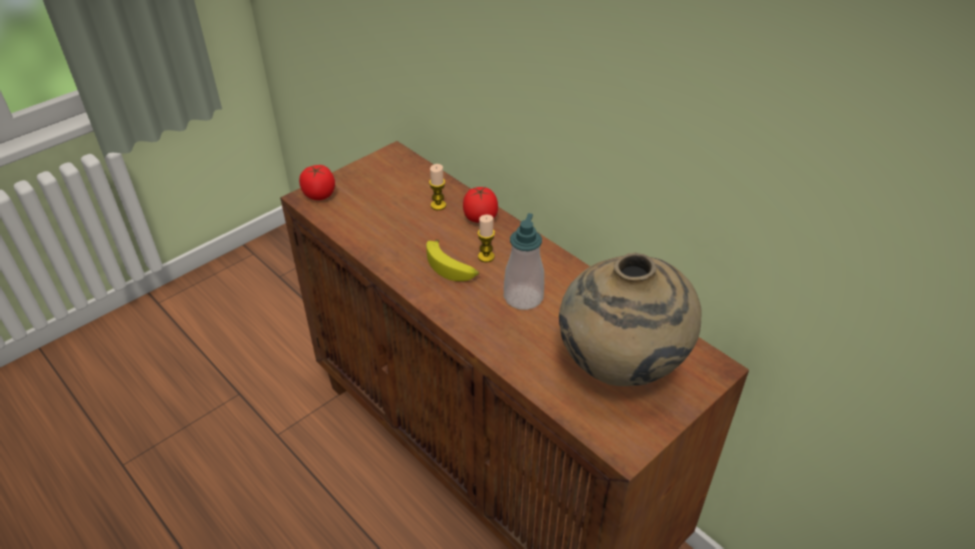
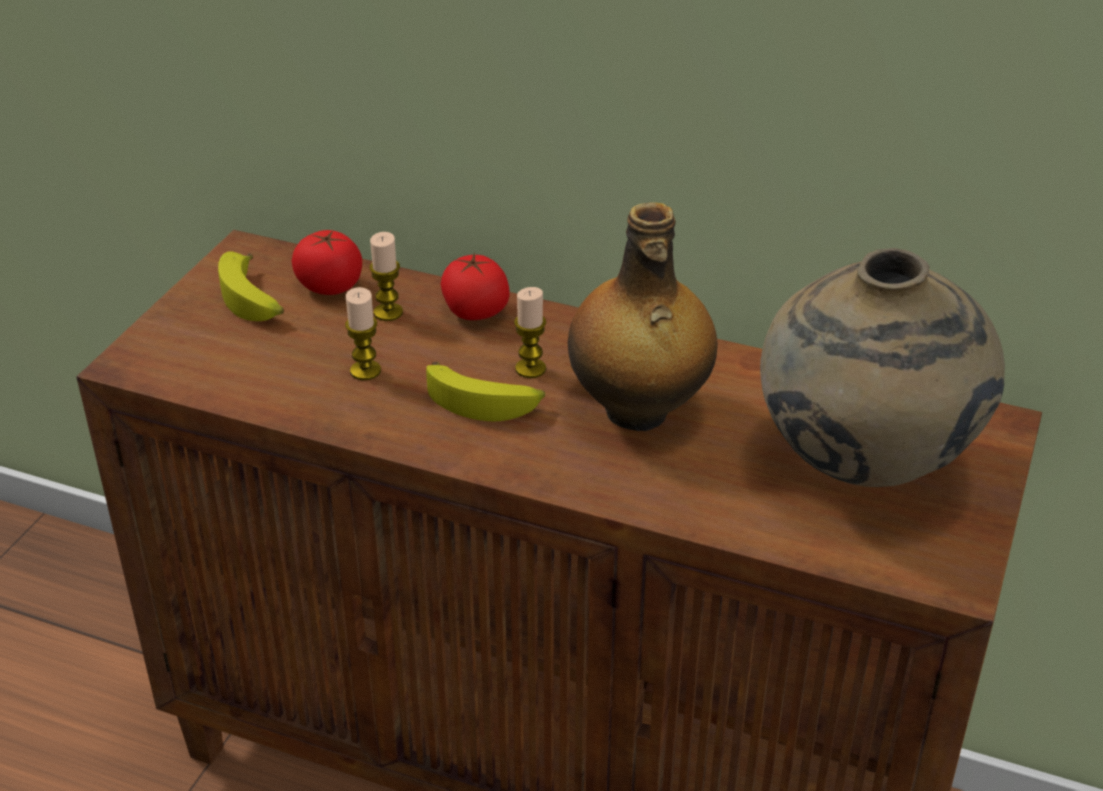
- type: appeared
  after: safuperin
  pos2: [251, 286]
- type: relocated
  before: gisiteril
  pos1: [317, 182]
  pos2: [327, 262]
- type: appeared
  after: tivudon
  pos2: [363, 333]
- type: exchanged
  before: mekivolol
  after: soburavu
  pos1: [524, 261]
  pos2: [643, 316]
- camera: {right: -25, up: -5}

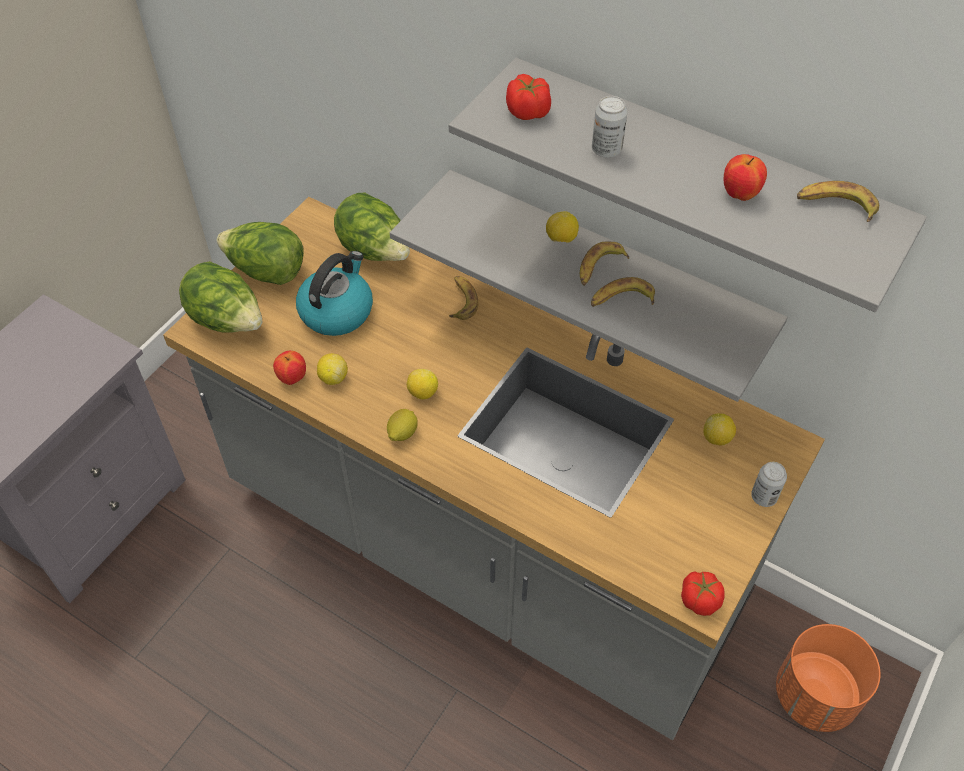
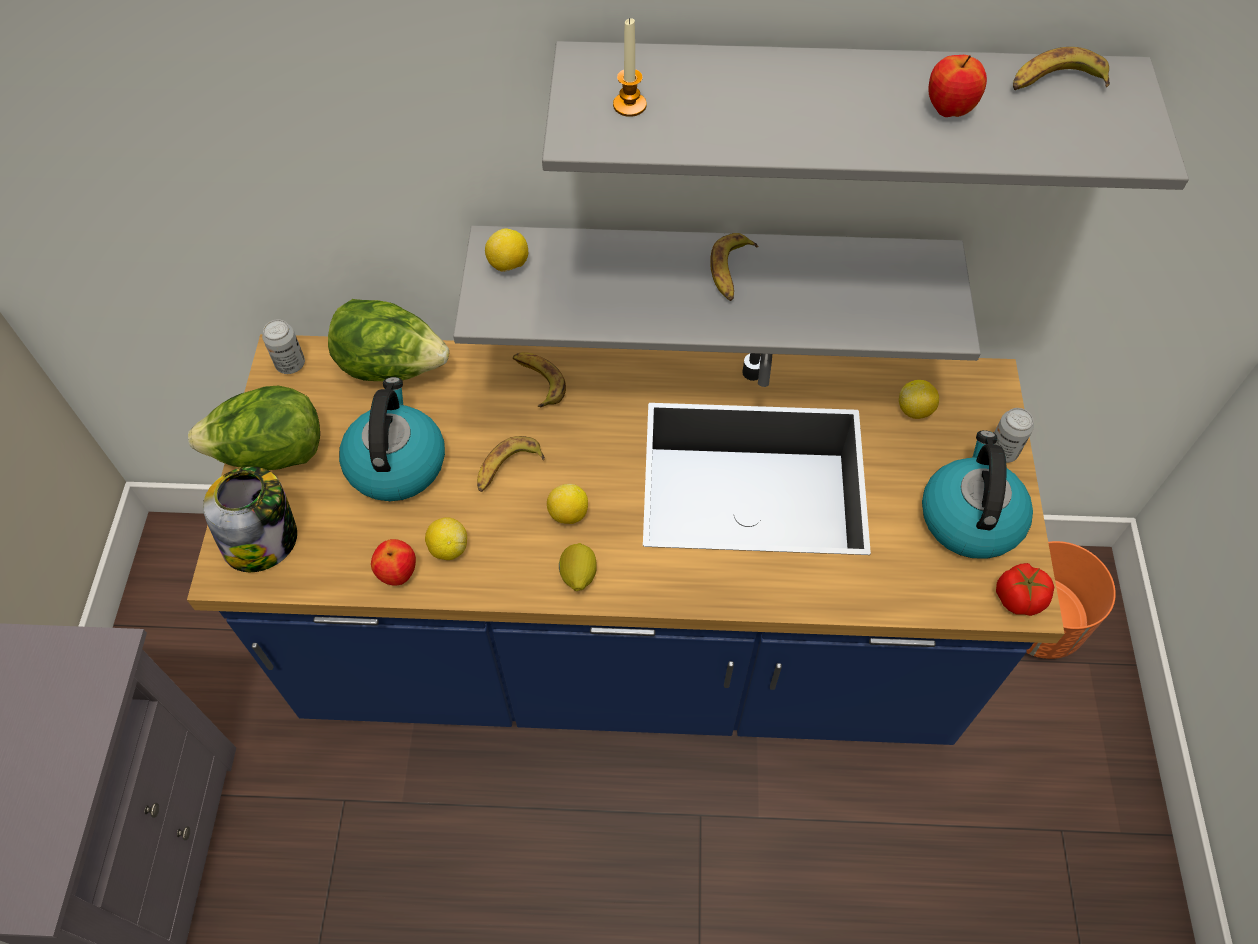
- type: colour
  before: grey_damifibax
  after: blue_damifibax
  pos1: [494, 468]
  pos2: [626, 539]
- type: exchanged
  before: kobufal
  after: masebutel
  pos1: [220, 297]
  pos2: [250, 519]
- type: relocated
  before: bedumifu
  pos1: [609, 127]
  pos2: [283, 346]
- type: relocated
  before: safuperin
  pos1: [623, 292]
  pos2: [511, 464]
- type: relocated
  before: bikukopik
  pos1: [562, 226]
  pos2: [506, 250]
- type: exchanged
  before: gisiteril
  after: tivudon
  pos1: [528, 97]
  pos2: [630, 67]
- type: appeared
  after: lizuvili
  pos2: [977, 494]
- camera: {right: -30, up: 5}

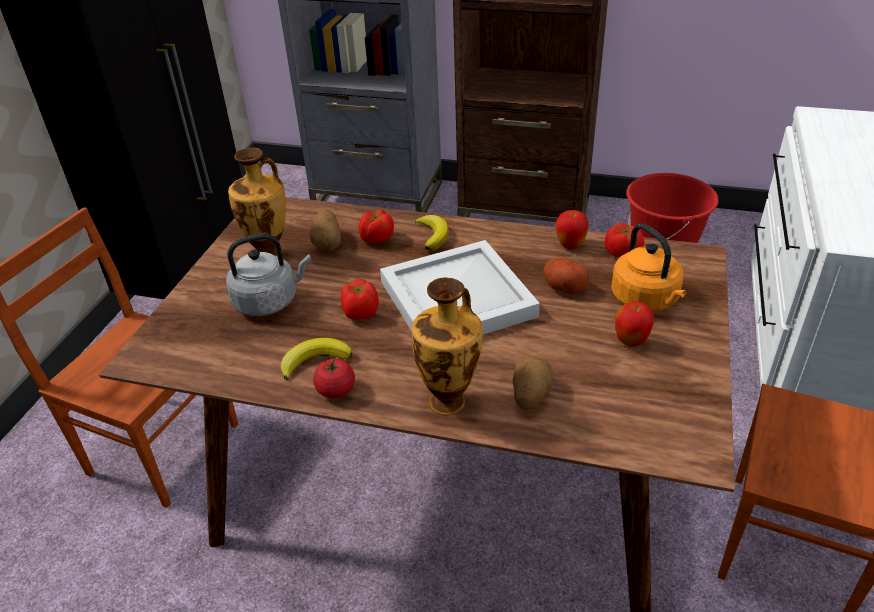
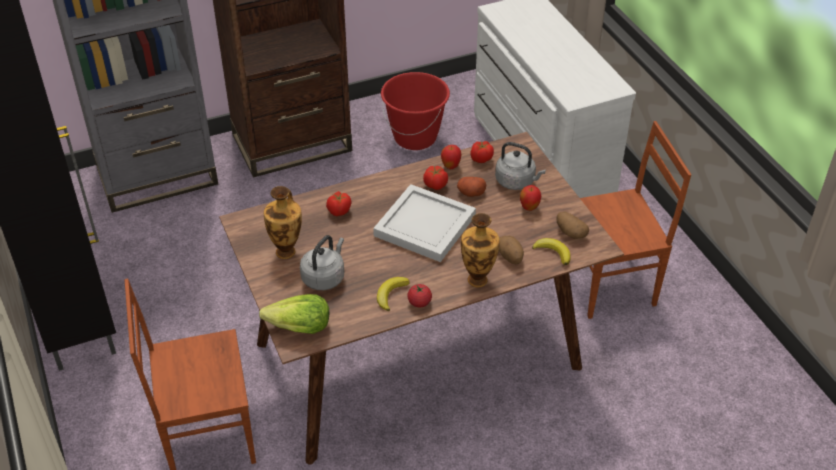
- type: appeared
  after: kobufal
  pos2: [294, 314]
- type: relocated
  before: gisiteril
  pos1: [360, 299]
  pos2: [435, 178]
- type: colour
  before: orange_lizuvili
  after: grey_lizuvili
  pos1: [649, 267]
  pos2: [520, 166]
- type: relocated
  before: safuperin
  pos1: [432, 233]
  pos2: [551, 251]
- type: relocated
  before: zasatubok
  pos1: [325, 230]
  pos2: [572, 225]
- camera: {right: -40, up: 5}

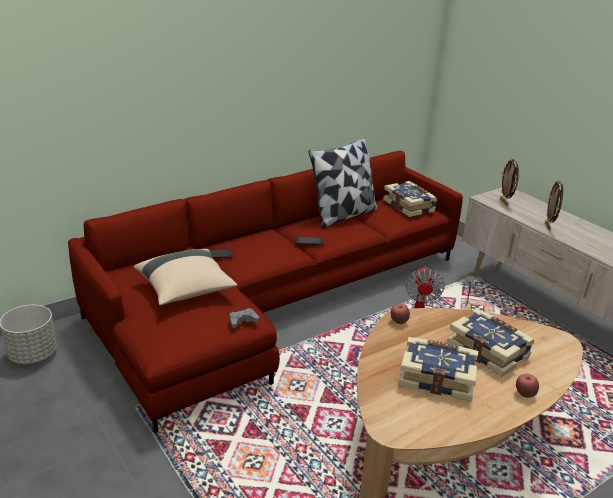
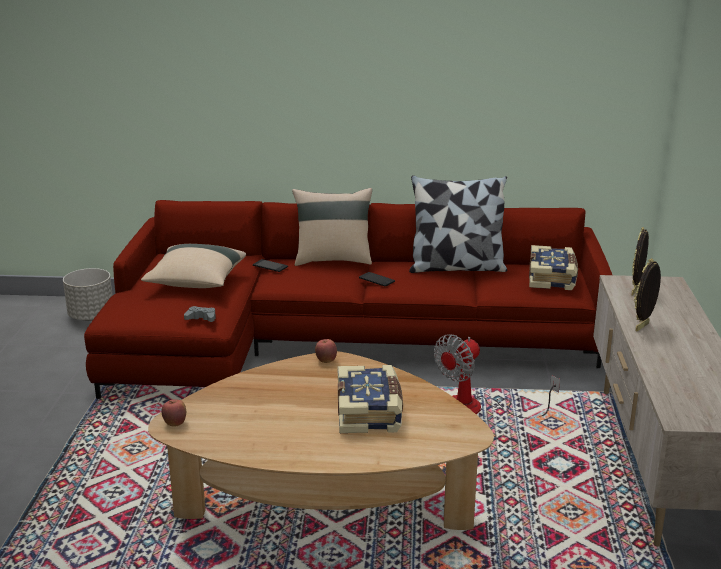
- type: relocated
  before: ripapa
  pos1: [527, 386]
  pos2: [174, 412]
- type: appeared
  after: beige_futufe
  pos2: [332, 227]
- type: missing
  before: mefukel
  pos1: [438, 369]
- camera: {right: 40, up: -5}

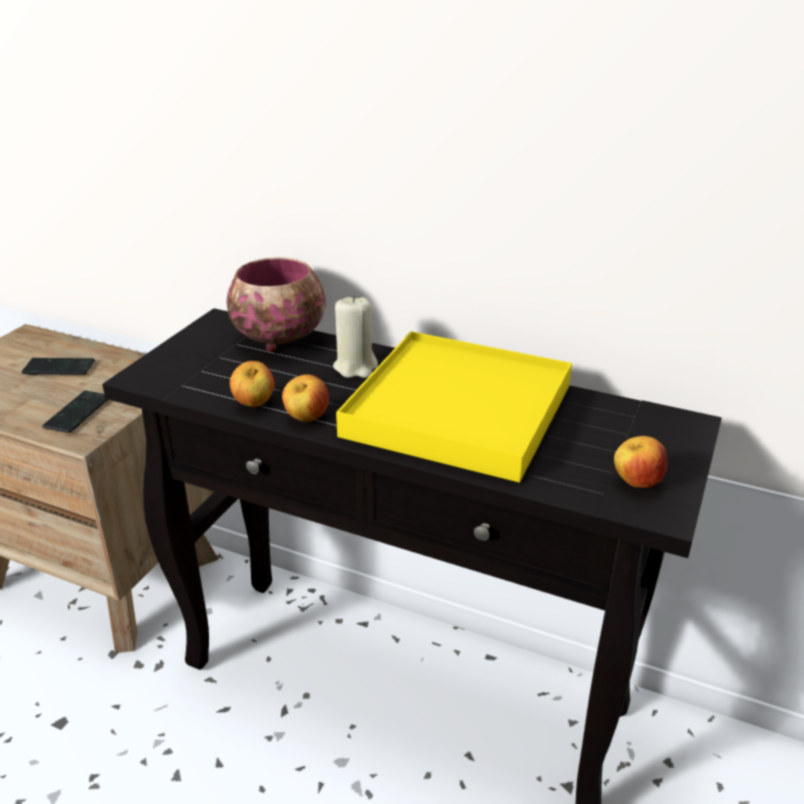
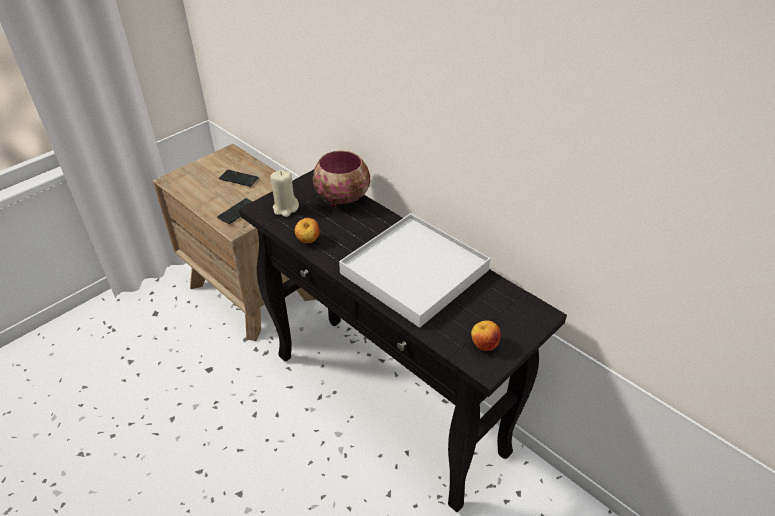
- type: relocated
  before: beige_tivudon
  pos1: [355, 336]
  pos2: [284, 193]
- type: colour
  before: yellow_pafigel
  after: white_pafigel
  pos1: [454, 407]
  pos2: [415, 270]
- type: missing
  before: ripapa
  pos1: [305, 398]
- camera: {right: 20, up: 10}

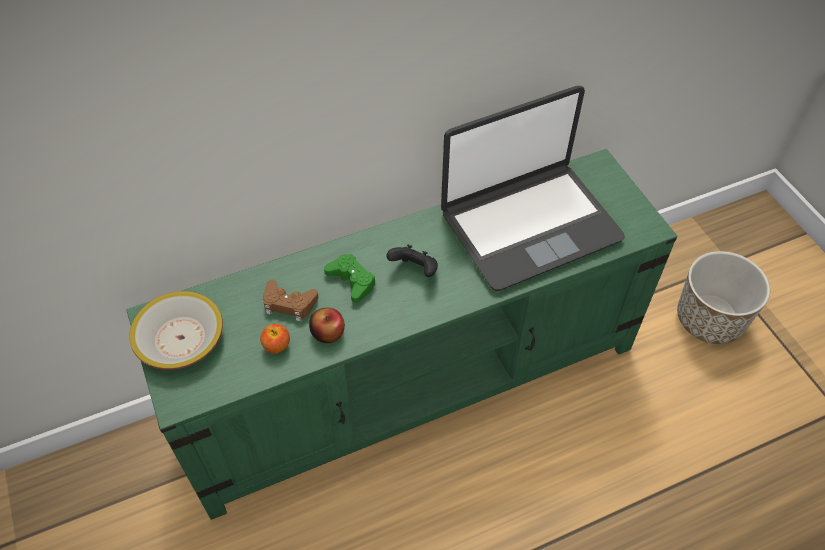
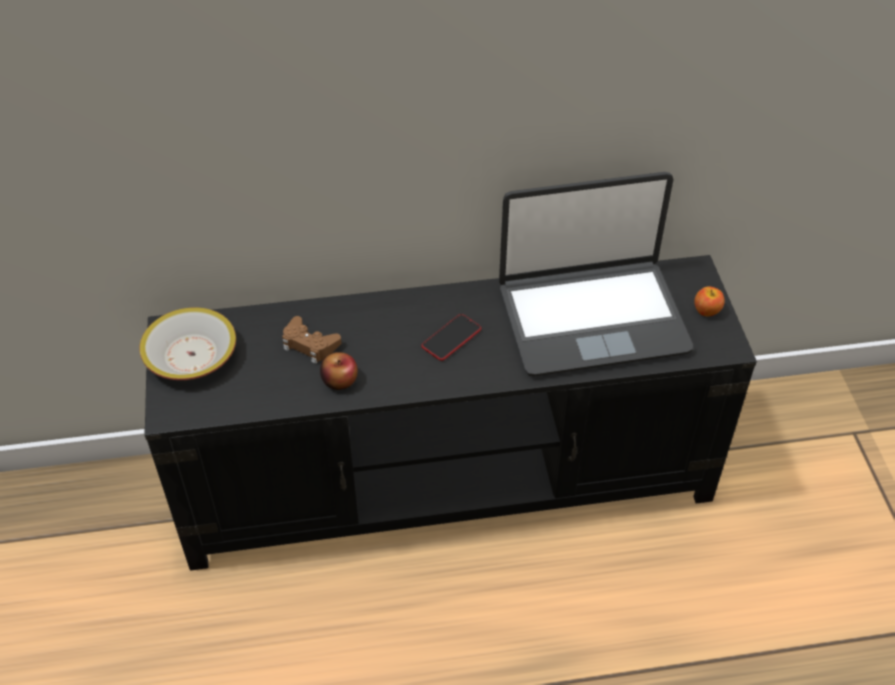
- type: colour
  before: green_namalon
  after: black_namalon
  pos1: [402, 334]
  pos2: [450, 413]
- type: exchanged
  before: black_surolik
  after: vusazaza
  pos1: [412, 260]
  pos2: [451, 337]
- type: relocated
  before: ripapa
  pos1: [275, 339]
  pos2: [709, 301]
- type: missing
  before: green_surolik
  pos1: [350, 278]
- type: missing
  before: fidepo
  pos1: [723, 297]
- camera: {right: 15, up: -5}

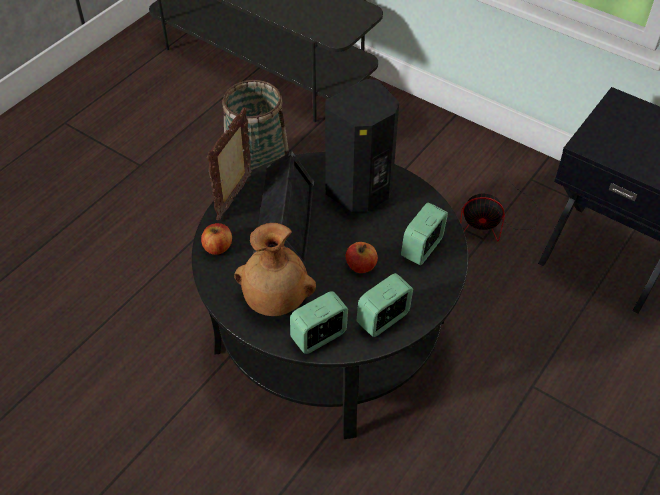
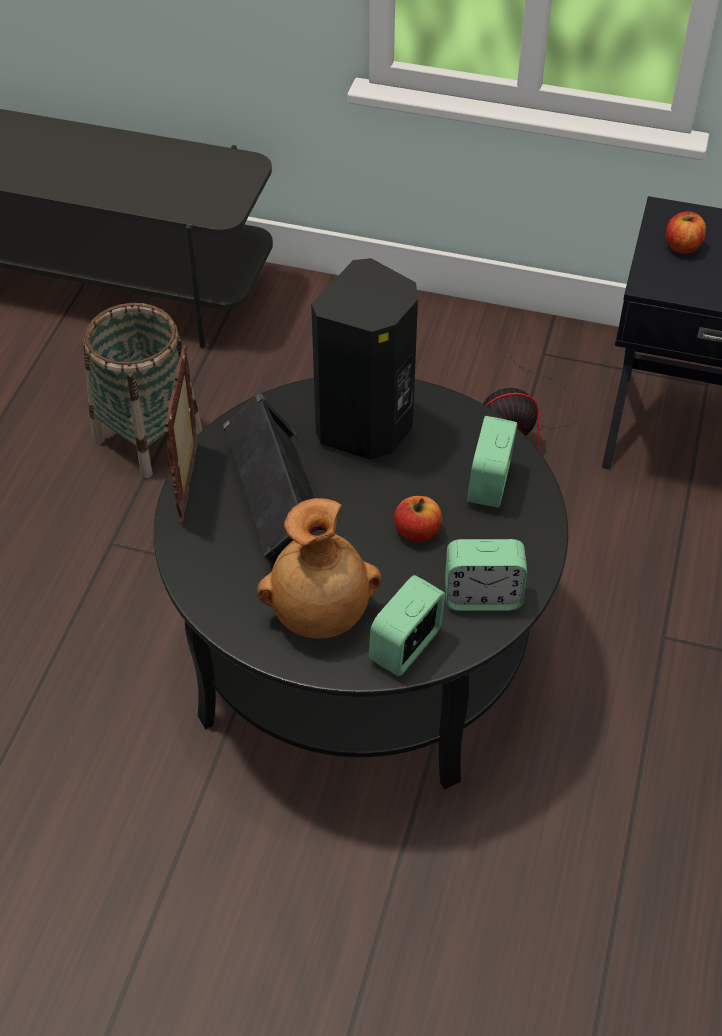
- type: spun
  before: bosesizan
  pos1: [385, 305]
  pos2: [486, 575]
  turn: -120
- type: relocated
  before: ripapa
  pos1: [216, 239]
  pos2: [686, 232]
- camera: {right: -20, up: 0}

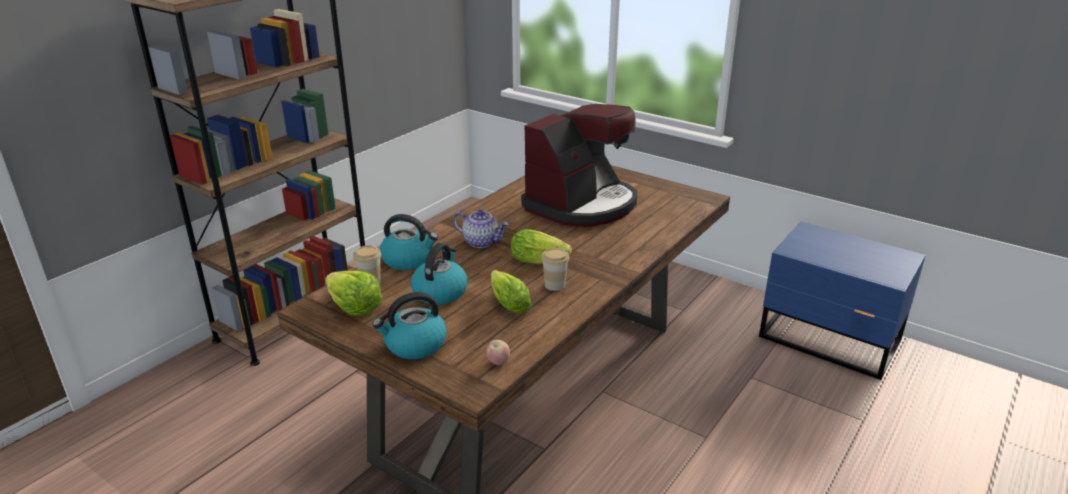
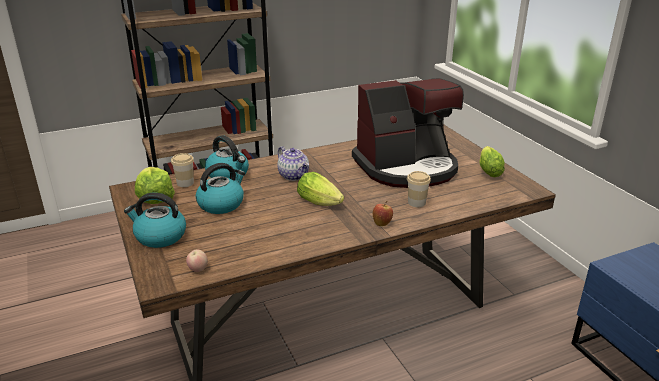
- type: appeared
  after: ripapa
  pos2: [383, 213]
- type: relocated
  before: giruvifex
  pos1: [555, 269]
  pos2: [419, 189]
- type: relocated
  before: kobufal
  pos1: [511, 292]
  pos2: [492, 161]
- camera: {right: 30, up: 0}

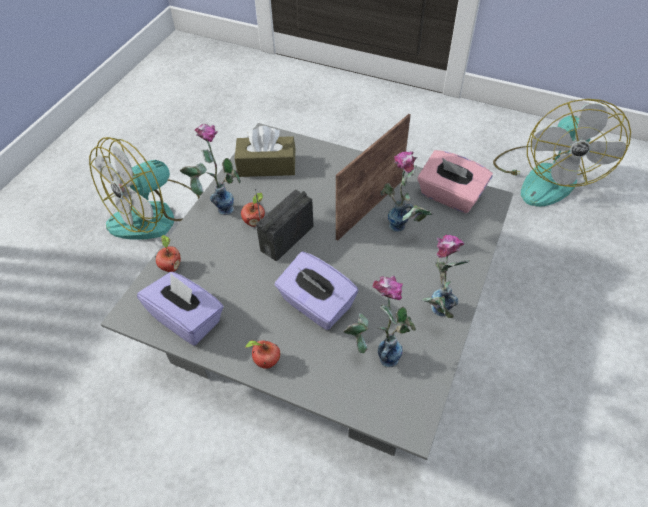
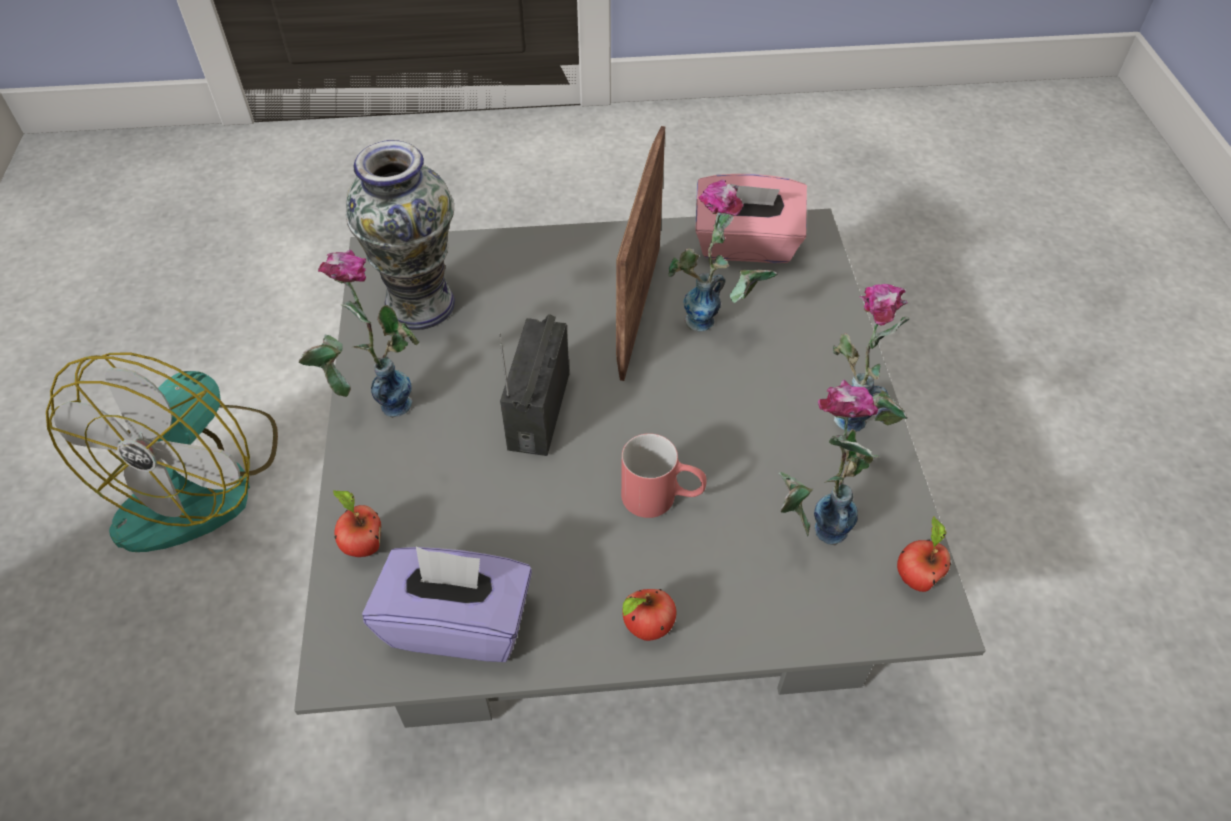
- type: exchanged
  before: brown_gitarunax
  after: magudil
  pos1: [265, 151]
  pos2: [400, 235]
- type: exchanged
  before: purple_gitarunax
  after: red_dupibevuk
  pos1: [316, 291]
  pos2: [664, 475]
- type: relocated
  before: ripapa
  pos1: [253, 210]
  pos2: [924, 554]
- type: missing
  before: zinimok
  pos1: [562, 153]
- camera: {right: -30, up: 0}

